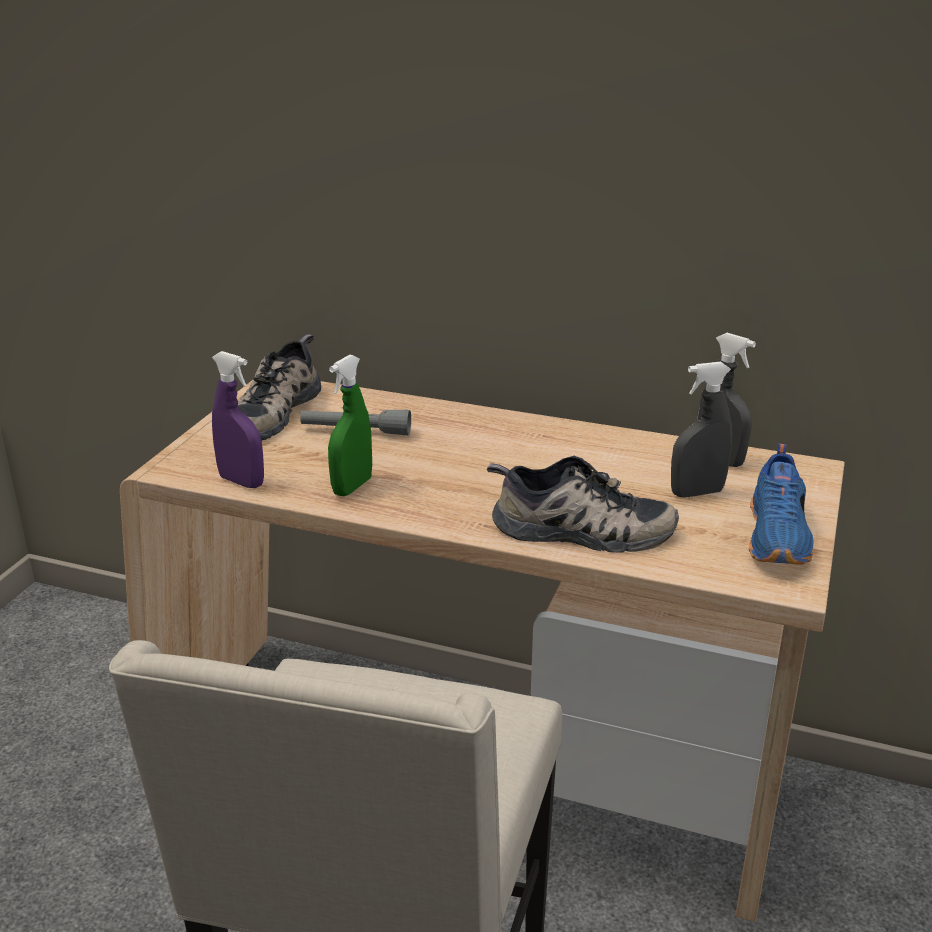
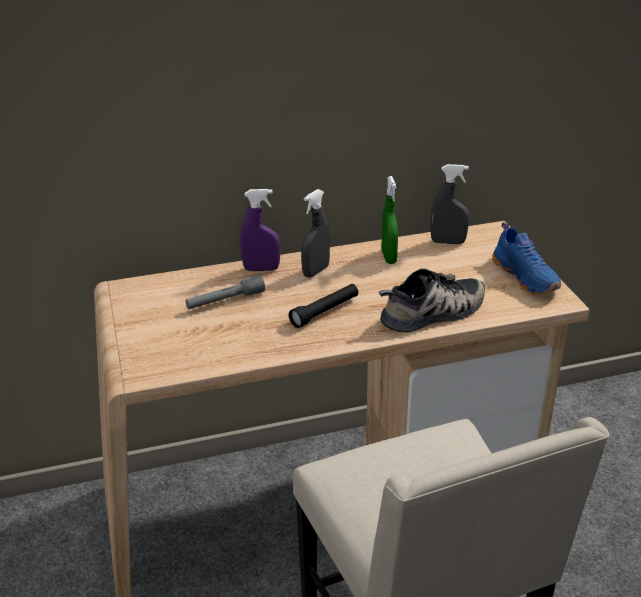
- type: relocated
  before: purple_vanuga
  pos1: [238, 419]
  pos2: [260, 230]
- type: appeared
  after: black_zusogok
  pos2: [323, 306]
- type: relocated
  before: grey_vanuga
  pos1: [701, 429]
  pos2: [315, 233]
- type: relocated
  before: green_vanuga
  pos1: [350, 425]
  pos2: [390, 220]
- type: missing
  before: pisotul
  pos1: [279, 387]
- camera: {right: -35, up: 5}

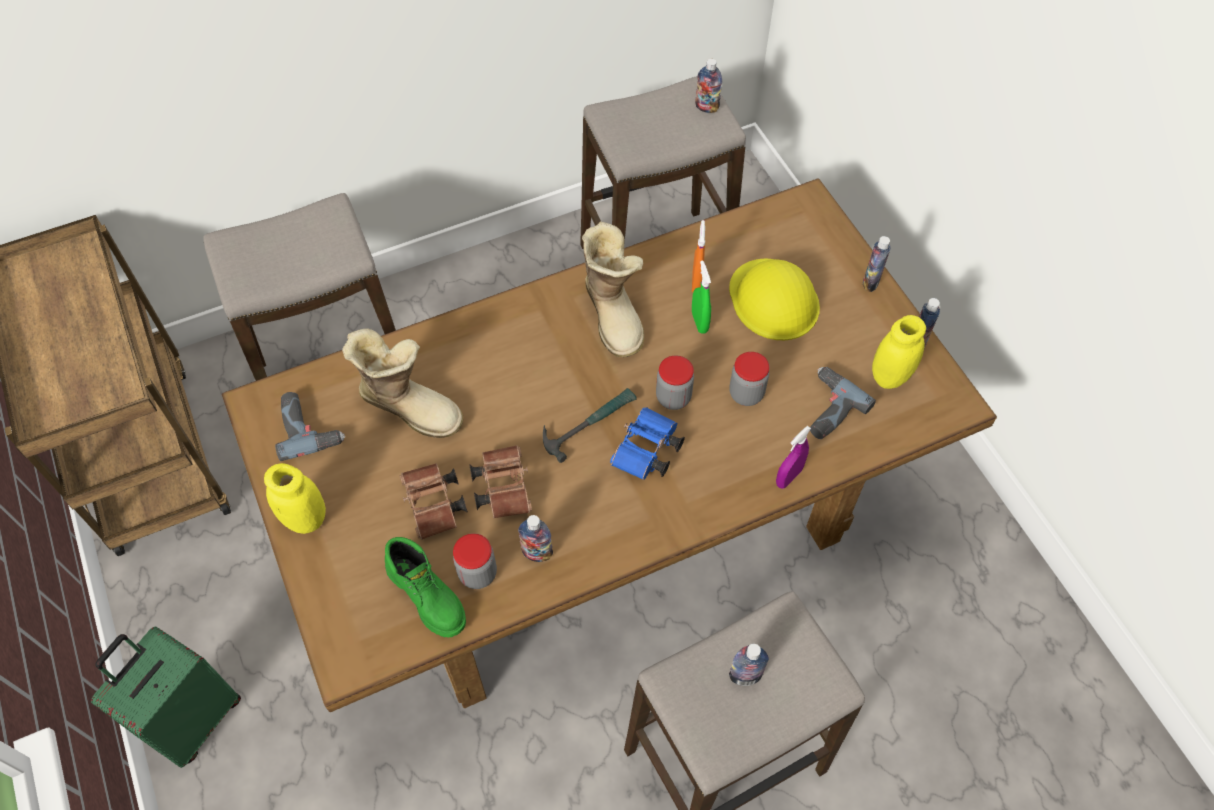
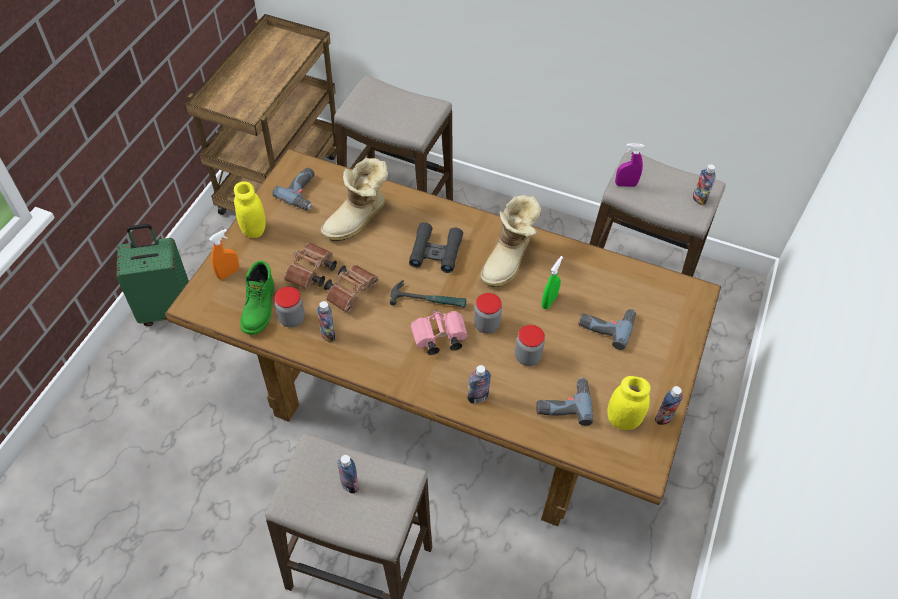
- type: relocated
  before: orange_vanuga
  pos1: [698, 256]
  pos2: [224, 254]
- type: spun
  before: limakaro
  pos1: [402, 383]
  pos2: [354, 200]
  turn: 60
- type: appeared
  after: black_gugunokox
  pos2: [436, 247]
- type: colour
  before: blue_gugunokox
  after: pink_gugunokox
  pos1: [647, 443]
  pos2: [439, 332]
- type: relocated
  before: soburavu
  pos1: [877, 264]
  pos2: [479, 384]
- type: exchanged
  before: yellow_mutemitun
  after: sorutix
  pos1: [774, 299]
  pos2: [607, 329]
- type: relocated
  before: purple_vanuga
  pos1: [793, 457]
  pos2: [629, 165]
- camera: {right: 45, up: -5}

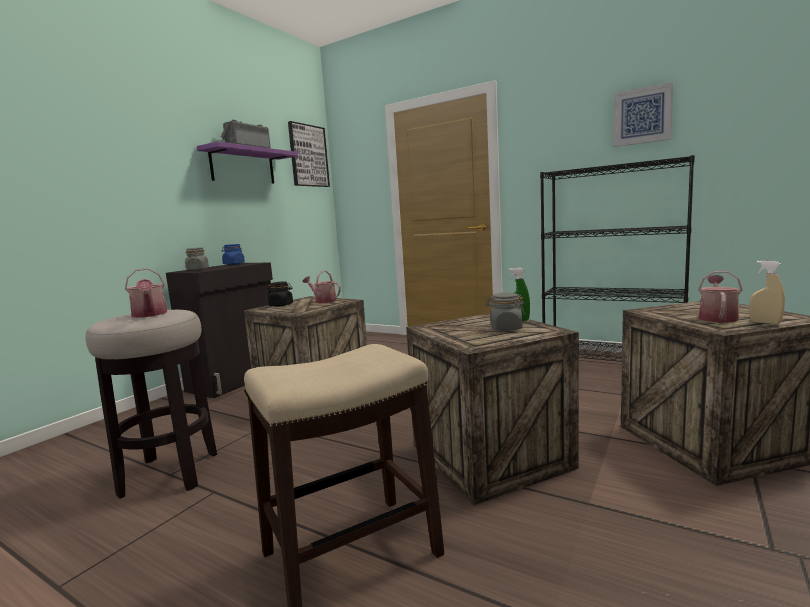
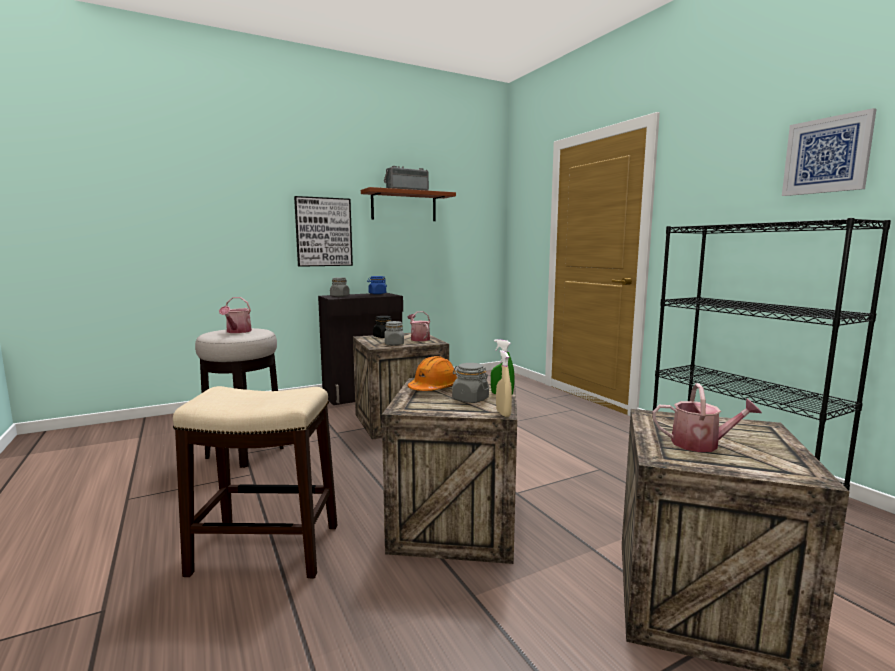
- type: relocated
  before: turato
  pos1: [309, 154]
  pos2: [323, 231]
- type: colour
  before: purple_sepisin
  after: brown_sepisin
  pos1: [247, 162]
  pos2: [408, 204]
- type: appeared
  after: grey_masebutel
  pos2: [394, 333]
- type: appeared
  after: orange_mutemitun
  pos2: [432, 373]
- type: relocated
  before: beige_vanuga
  pos1: [767, 292]
  pos2: [504, 383]
- type: spun
  before: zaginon
  pos1: [720, 297]
  pos2: [707, 417]
  turn: 45
- camera: {right: 30, up: 0}

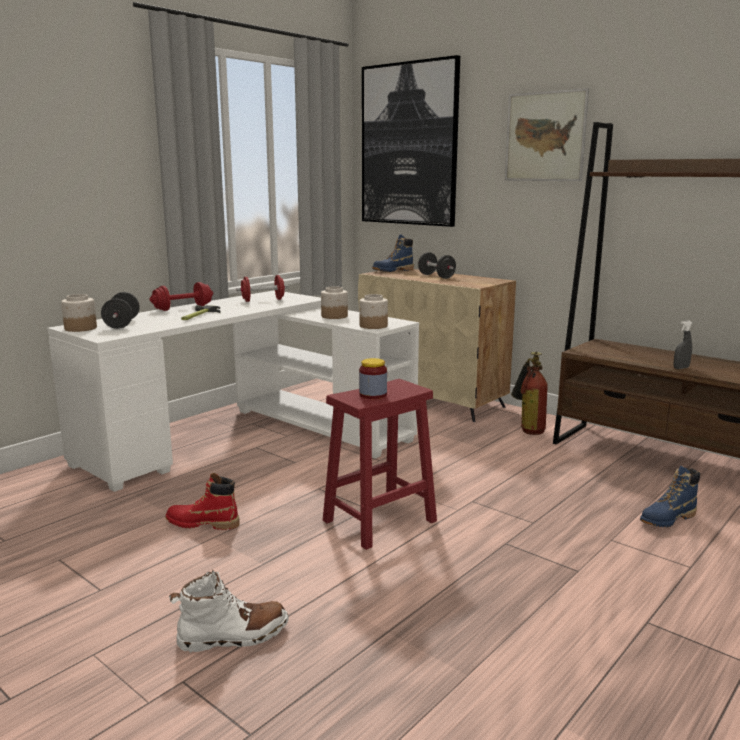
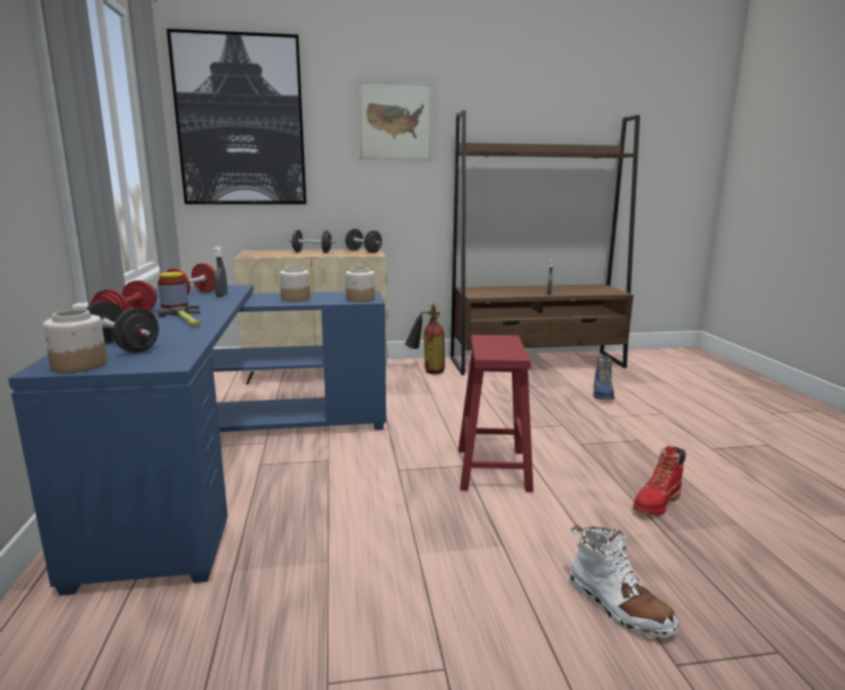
- type: colour
  before: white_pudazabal
  after: blue_pudazabal
  pos1: [233, 391]
  pos2: [197, 440]
- type: relocated
  before: masebutel
  pos1: [373, 378]
  pos2: [173, 290]
- type: appeared
  after: grey_vanuga
  pos2: [220, 271]
- type: appeared
  after: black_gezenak
  pos2: [363, 241]
- type: spun
  before: white_limakaro
  pos1: [229, 611]
  pos2: [624, 581]
  turn: 120
- type: relocated
  before: red_limakaro
  pos1: [202, 501]
  pos2: [659, 480]
- type: missing
  before: blue_limakaro
  pos1: [393, 253]
- camera: {right: -50, up: 0}

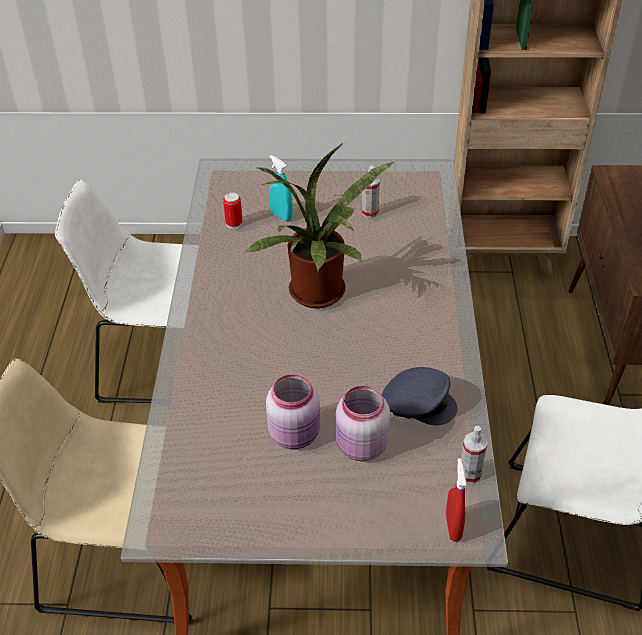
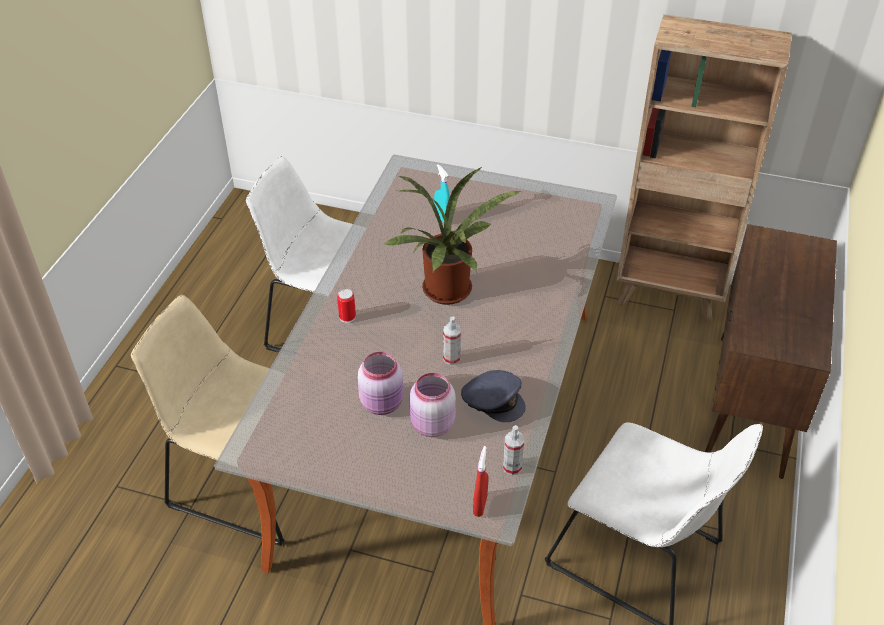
- type: relocated
  before: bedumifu
  pos1: [233, 211]
  pos2: [346, 306]
- type: relocated
  before: vanuga
  pos1: [370, 192]
  pos2: [452, 341]
- camera: {right: 15, up: 0}

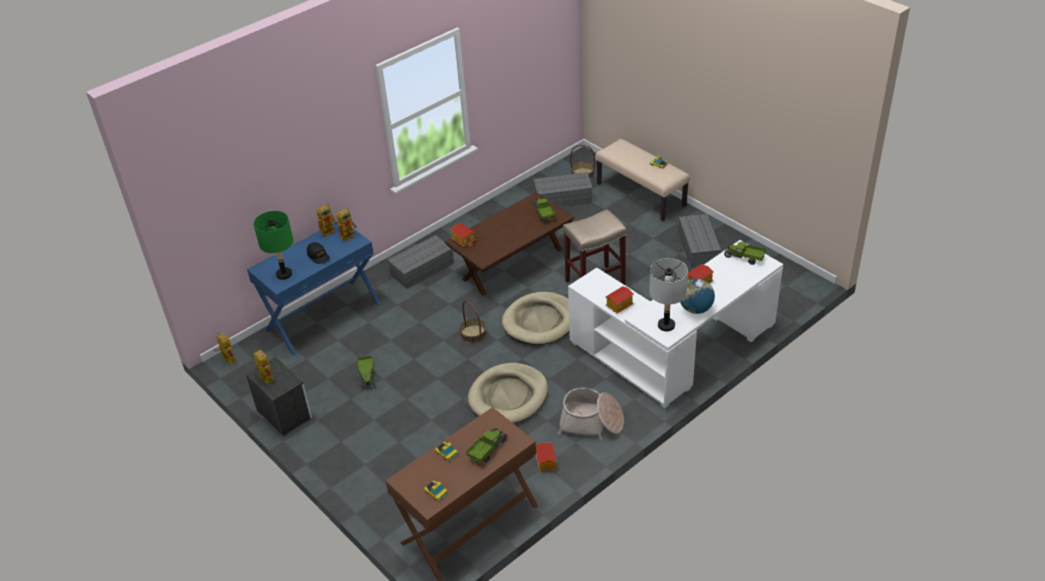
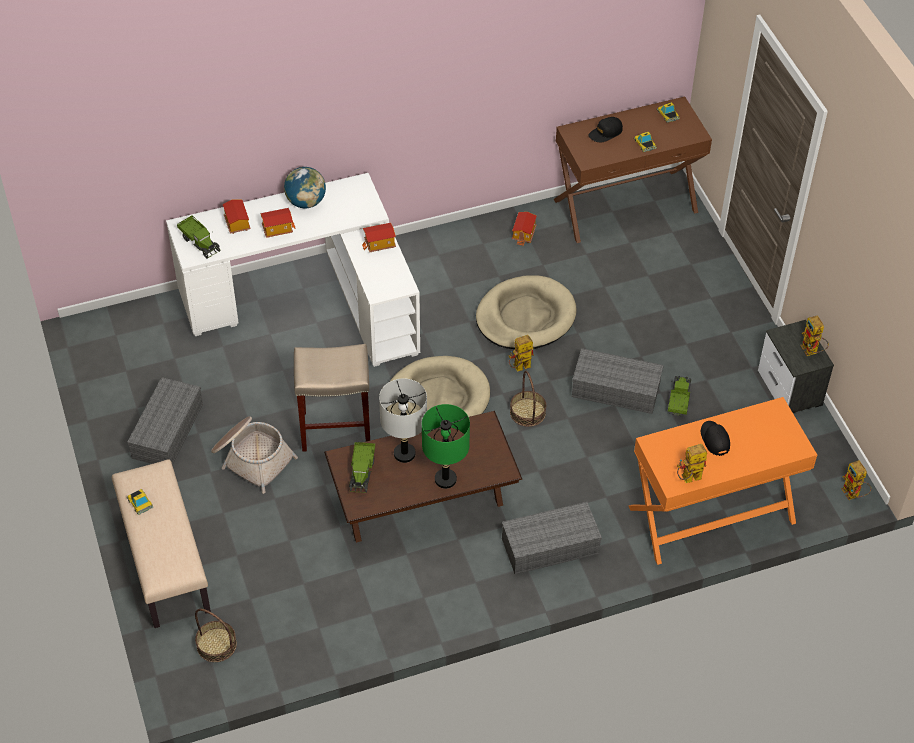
- type: relocated
  before: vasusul
  pos1: [591, 414]
  pos2: [254, 455]
- type: relocated
  before: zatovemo
  pos1: [462, 235]
  pos2: [237, 217]
- type: relocated
  before: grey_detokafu
  pos1: [668, 294]
  pos2: [403, 420]
- type: relocated
  before: green_detokafu
  pos1: [273, 245]
  pos2: [446, 446]
- type: relocated
  before: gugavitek
  pos1: [346, 224]
  pos2: [521, 353]
- type: relocated
  before: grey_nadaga
  pos1: [563, 189]
  pos2: [618, 381]
- type: exchanged
  before: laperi
  after: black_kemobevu
  pos1: [486, 445]
  pos2: [605, 129]
- type: colour
  before: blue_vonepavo
  after: orange_vonepavo
  pos1: [314, 288]
  pos2: [723, 481]
- camera: {right: -160, up: 10}

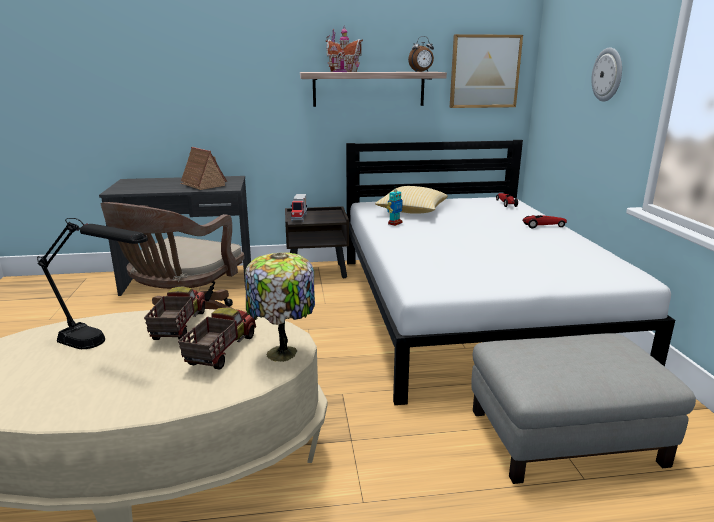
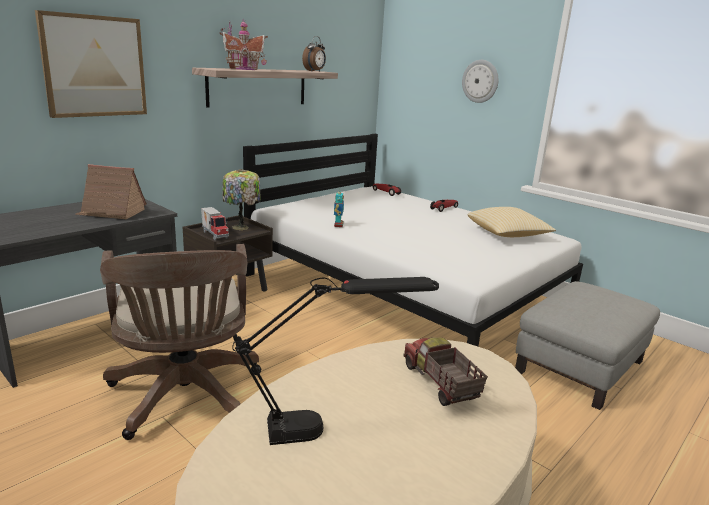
- type: relocated
  before: turato
  pos1: [486, 71]
  pos2: [91, 64]
- type: relocated
  before: detokafu
  pos1: [280, 307]
  pos2: [242, 199]
- type: relocated
  before: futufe
  pos1: [411, 200]
  pos2: [512, 222]
- type: missing
  before: laperi
  pos1: [175, 313]
- camera: {right: -40, up: 0}

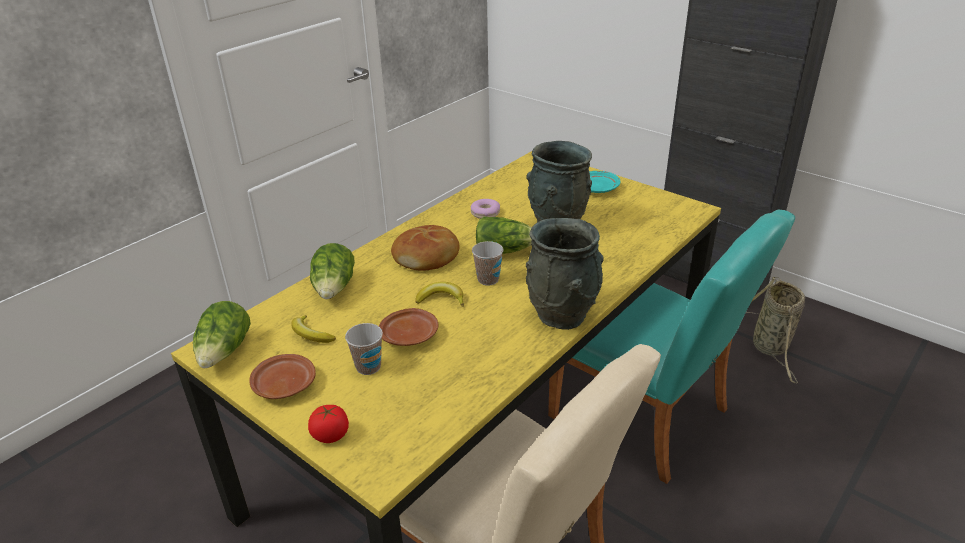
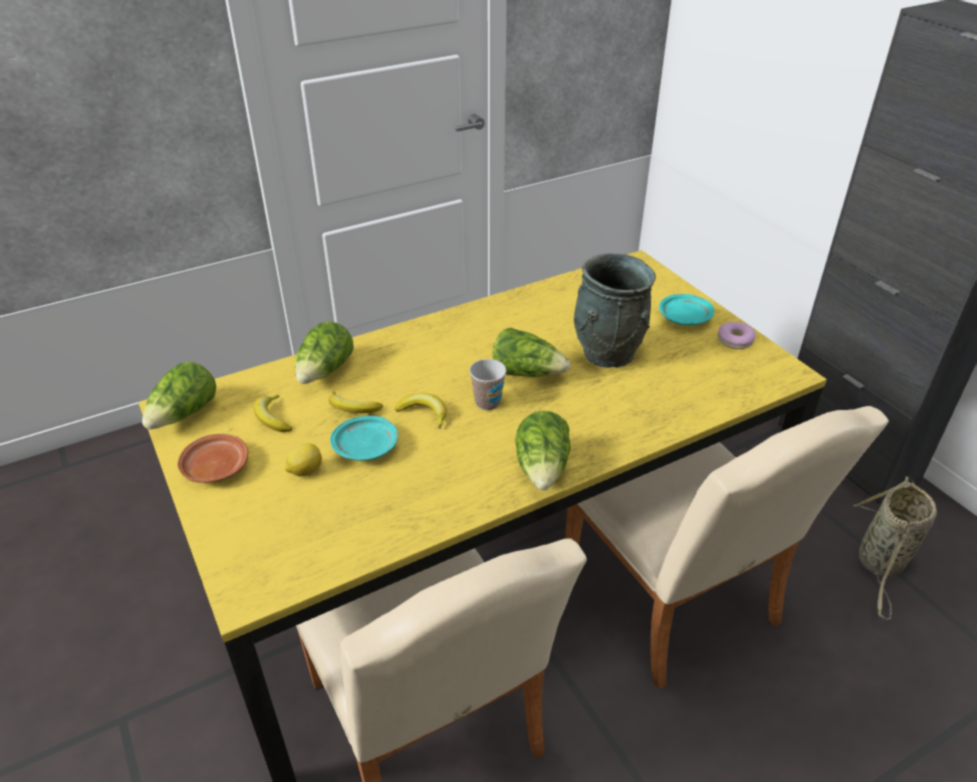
- type: exchanged
  before: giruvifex
  after: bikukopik
  pos1: [364, 349]
  pos2: [303, 460]
- type: appeared
  after: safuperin
  pos2: [355, 402]
- type: colour
  before: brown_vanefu
  after: turquoise_vanefu
  pos1: [409, 327]
  pos2: [364, 438]
- type: exchanged
  before: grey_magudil
  after: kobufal
  pos1: [565, 274]
  pos2: [543, 450]
- type: colour
  before: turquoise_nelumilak
  after: beige_nelumilak
  pos1: [671, 346]
  pos2: [727, 547]
- type: relocated
  before: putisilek
  pos1: [485, 209]
  pos2: [737, 335]
- type: missing
  before: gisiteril
  pos1: [328, 424]
- type: missing
  before: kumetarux
  pos1: [425, 248]
- camera: {right: 20, up: 5}

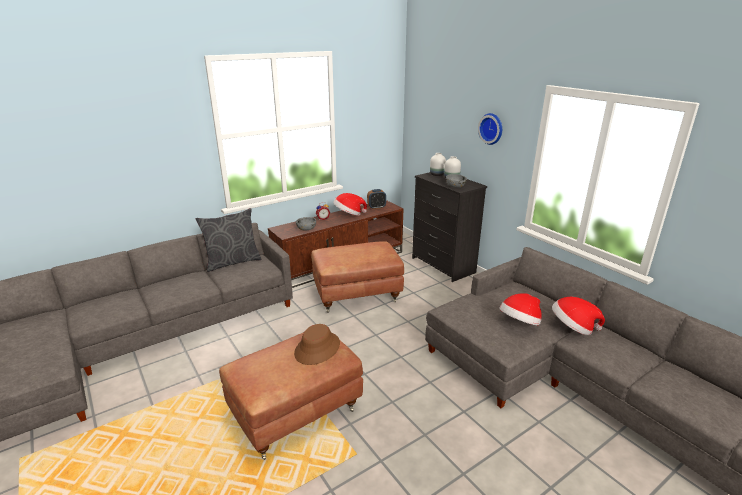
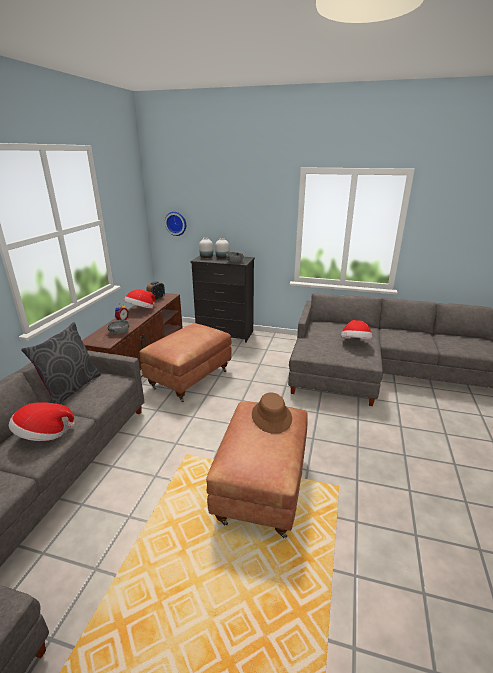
- type: relocated
  before: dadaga
  pos1: [578, 316]
  pos2: [42, 421]
- type: relocated
  before: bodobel
  pos1: [490, 129]
  pos2: [175, 224]
- camera: {right: -40, up: 0}

